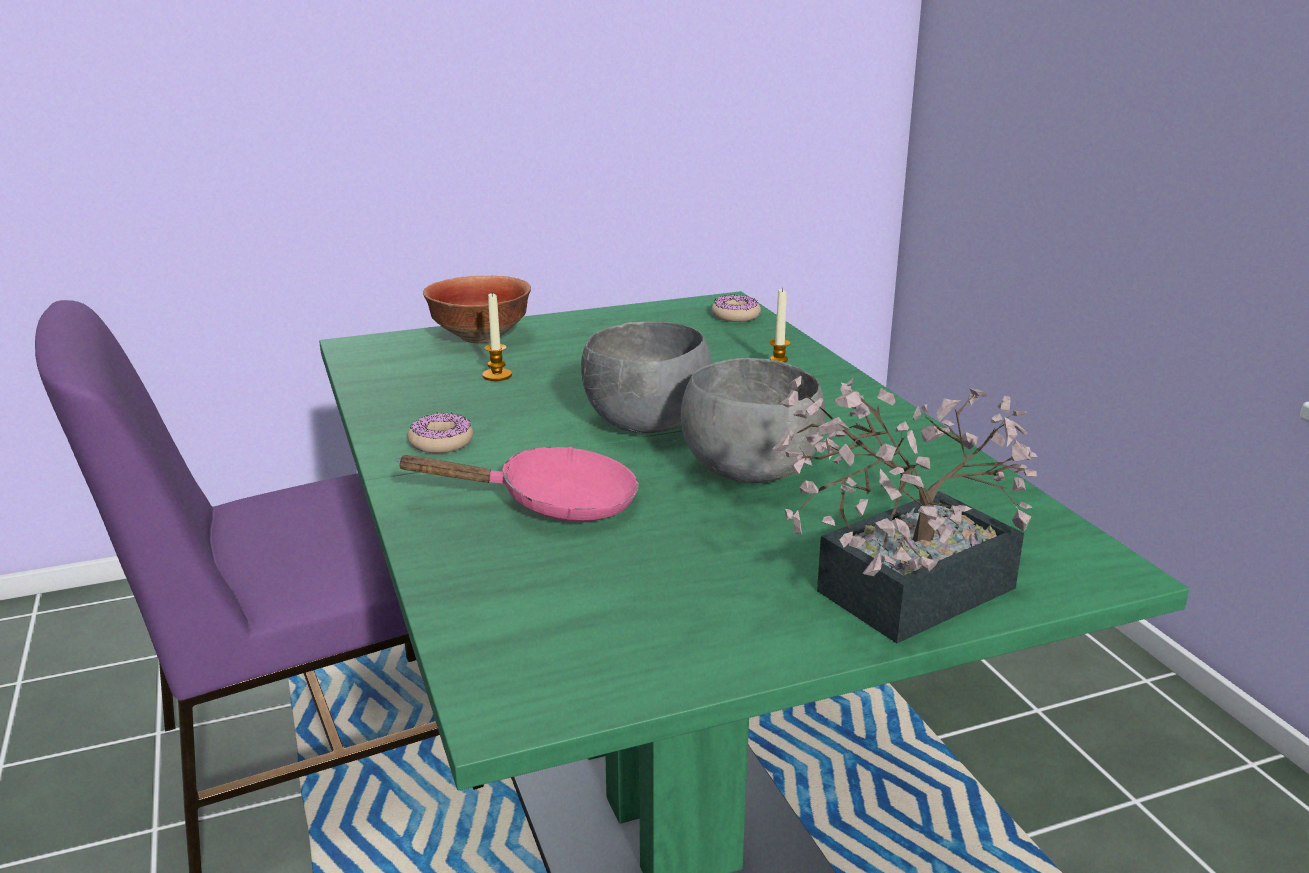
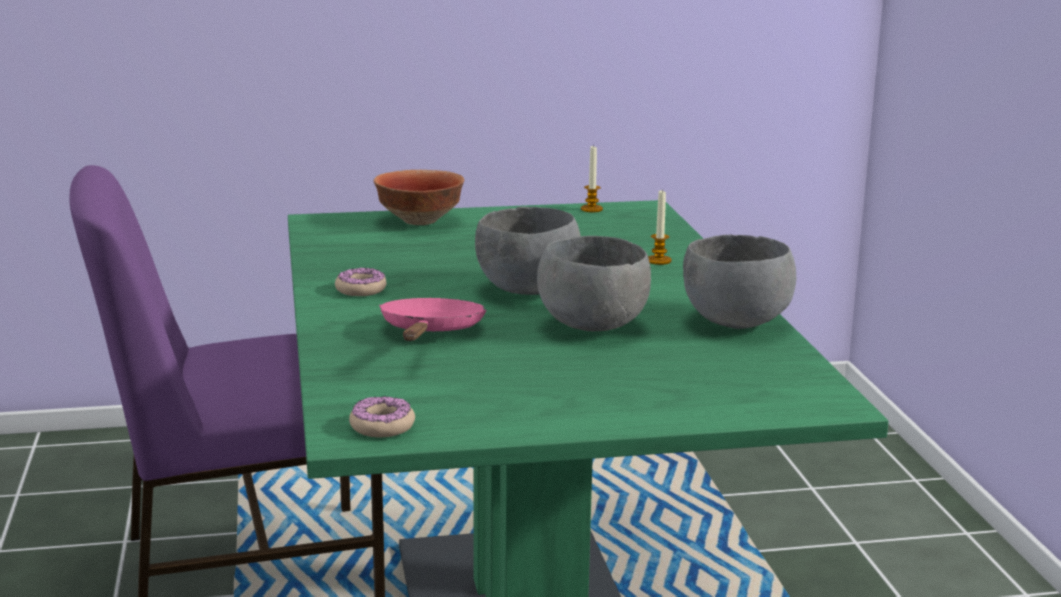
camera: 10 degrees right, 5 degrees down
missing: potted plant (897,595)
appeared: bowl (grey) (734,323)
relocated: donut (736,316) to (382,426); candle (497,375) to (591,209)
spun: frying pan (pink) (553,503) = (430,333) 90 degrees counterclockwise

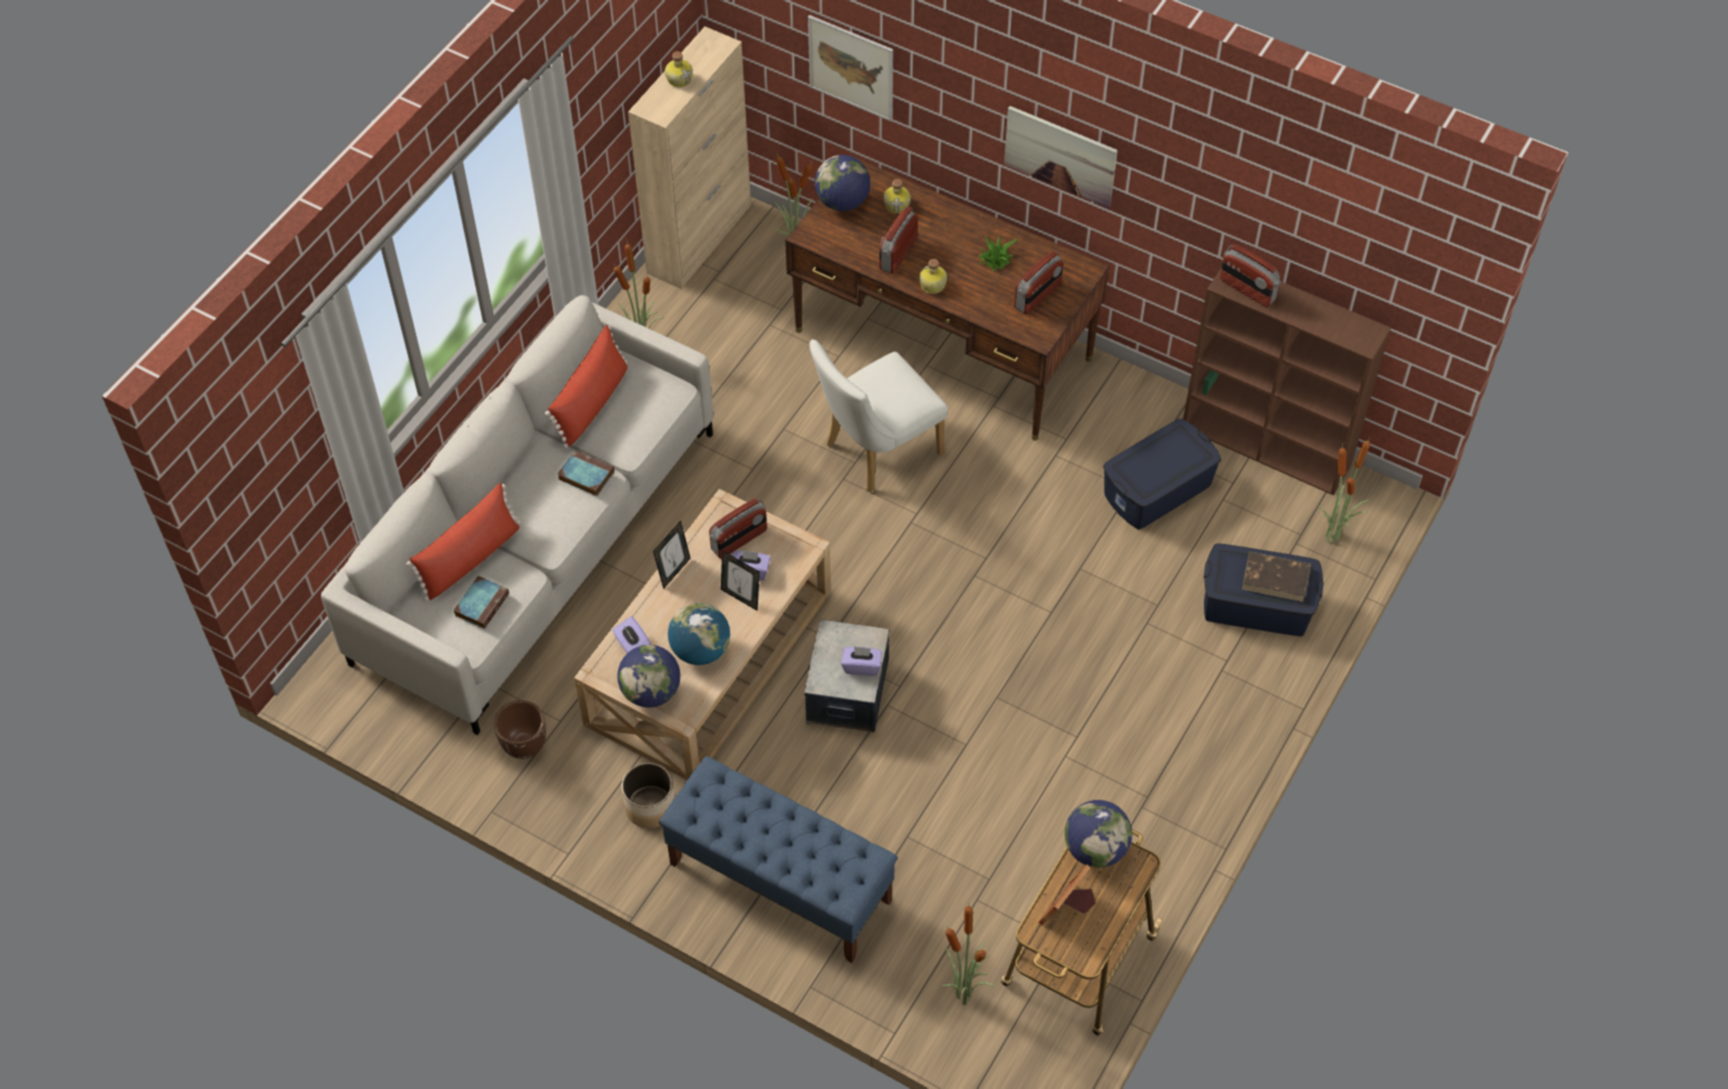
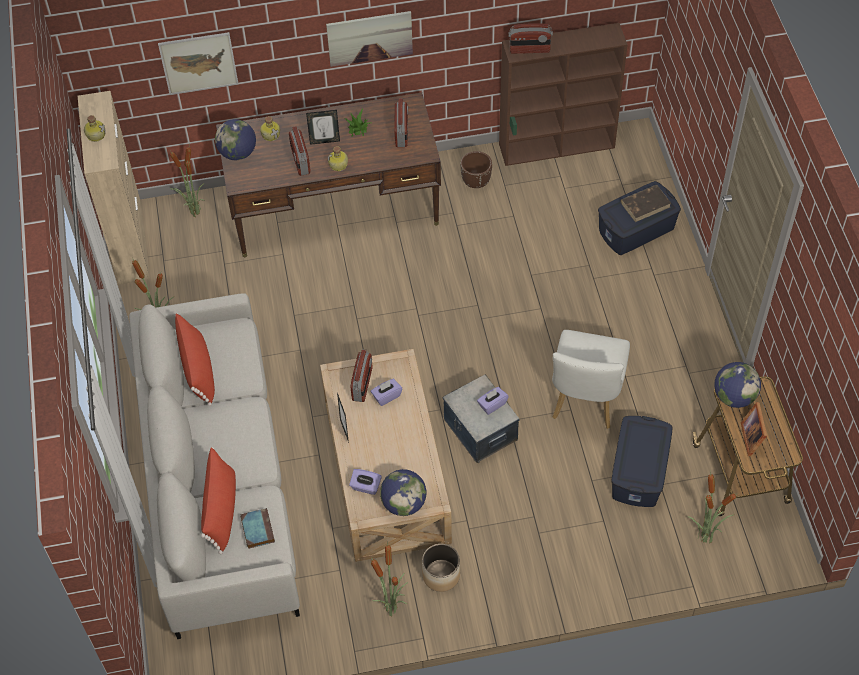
camera: 40 degrees left, 0 degrees up
missing: book (585,475); bench (blue) (779,882); globe (700,650)
relocated: picture frame (741,597) to (324,141); potted plant (1334,536) to (392,608); planter (brown) (525,745) to (476,182); chair (white) (876,452) to (585,401); storage box (blue) (1158,490) to (639,471)

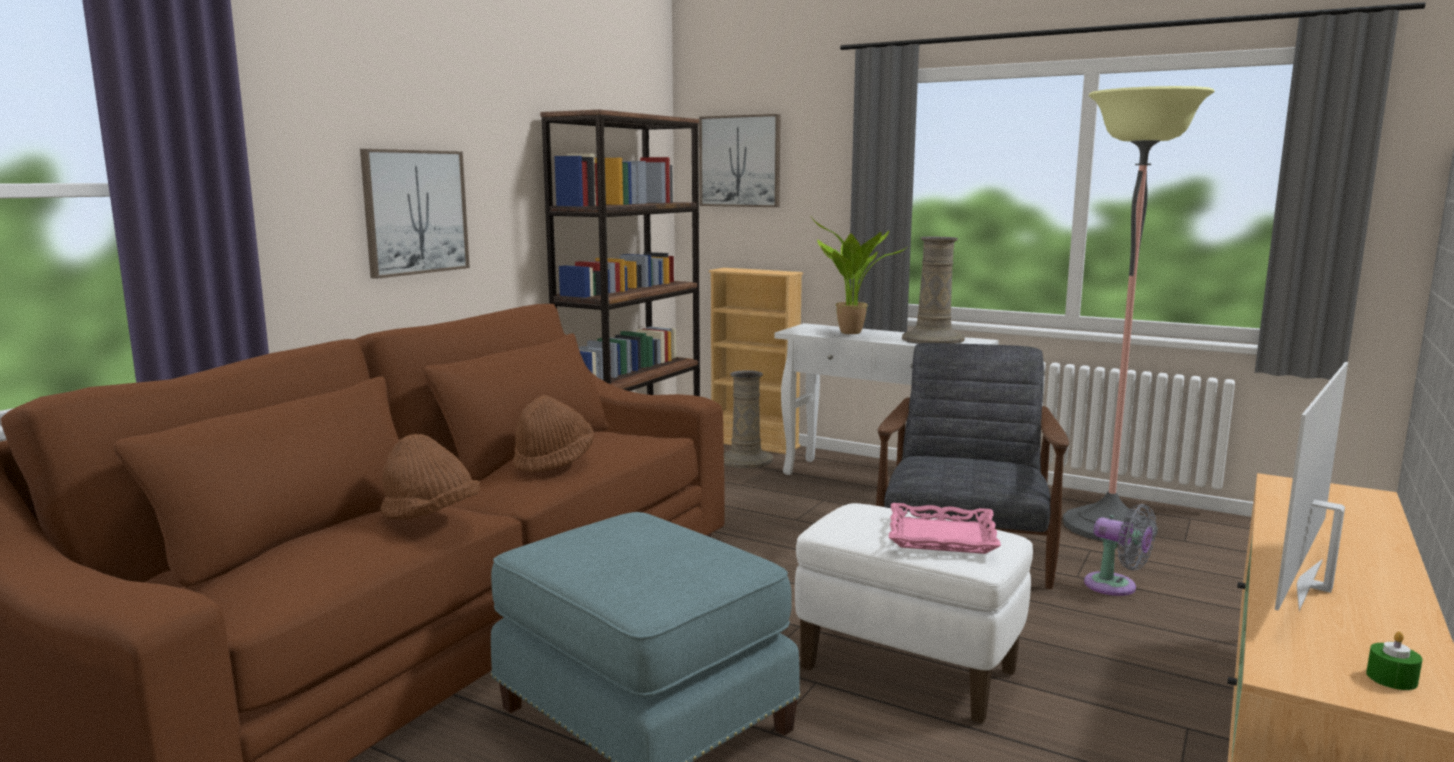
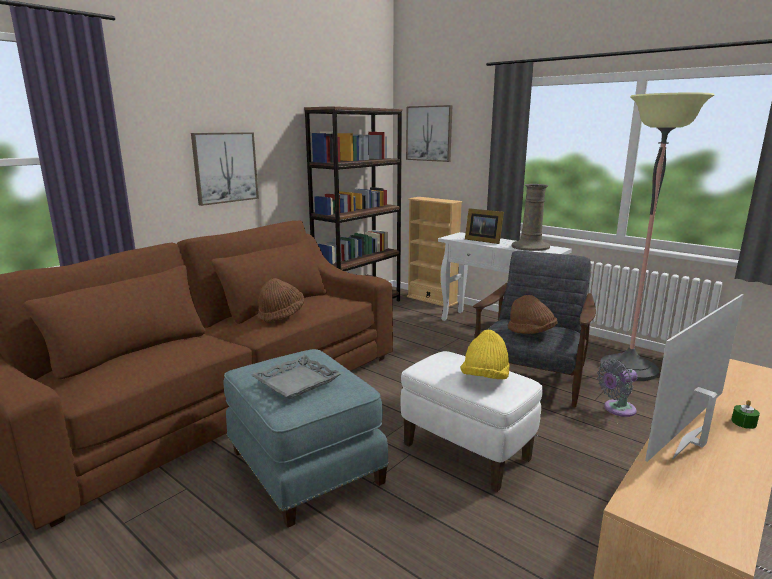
camera: 10 degrees right, 5 degrees up
missing: vase (beige) (745,460)
appeared: tray (grey) (297,382)
relocated: hat (brown) (430,516) to (531,332); candle (green) (1391,678) to (743,422)
exchanged: tray (pink) (942,536) to hat (yellow) (485,378); potted plant (850,333) to picture frame (482,240)
spun: fan (grey) (1115,587) = (617,409) 105 degrees clockwise

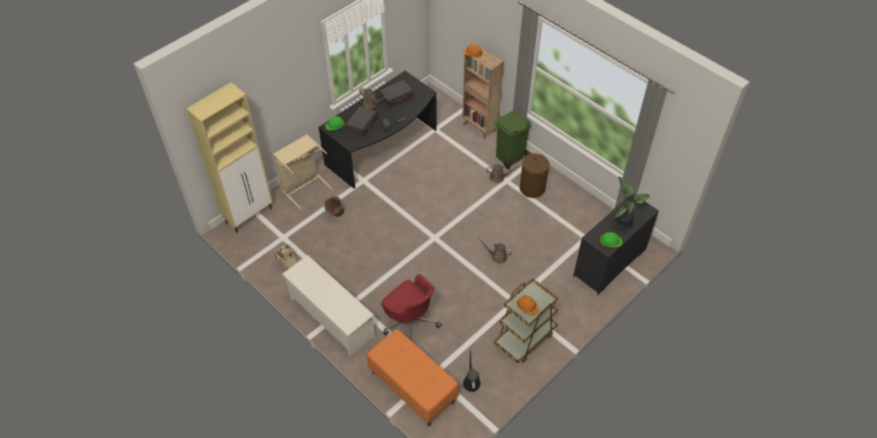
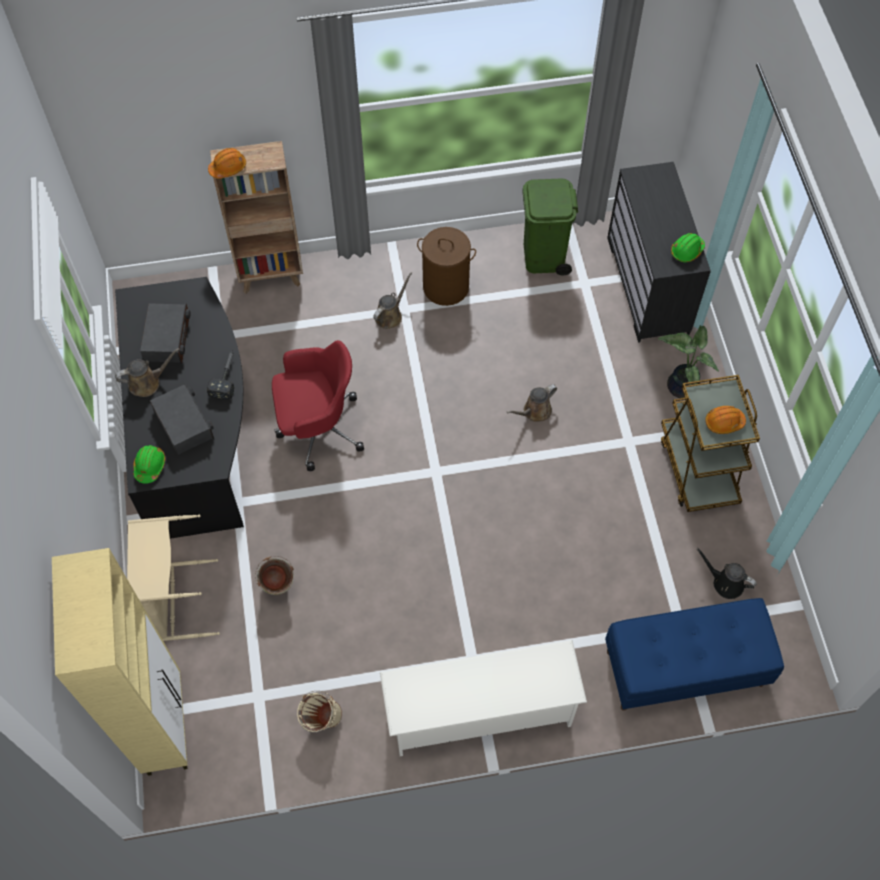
camera: 55 degrees left, 10 degrees up
relocated: office chair (red) (410,322) to (317,427); trash can (green) (510,156) to (544,256); potted plant (622,223) to (681,385)
colour: bench (orange) (412,387) to bench (blue) (684,668)

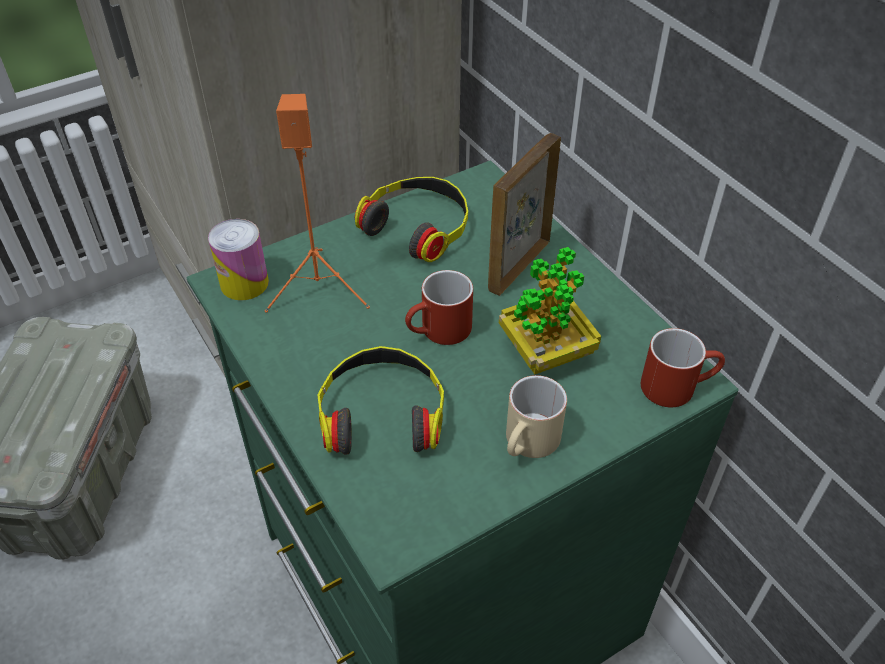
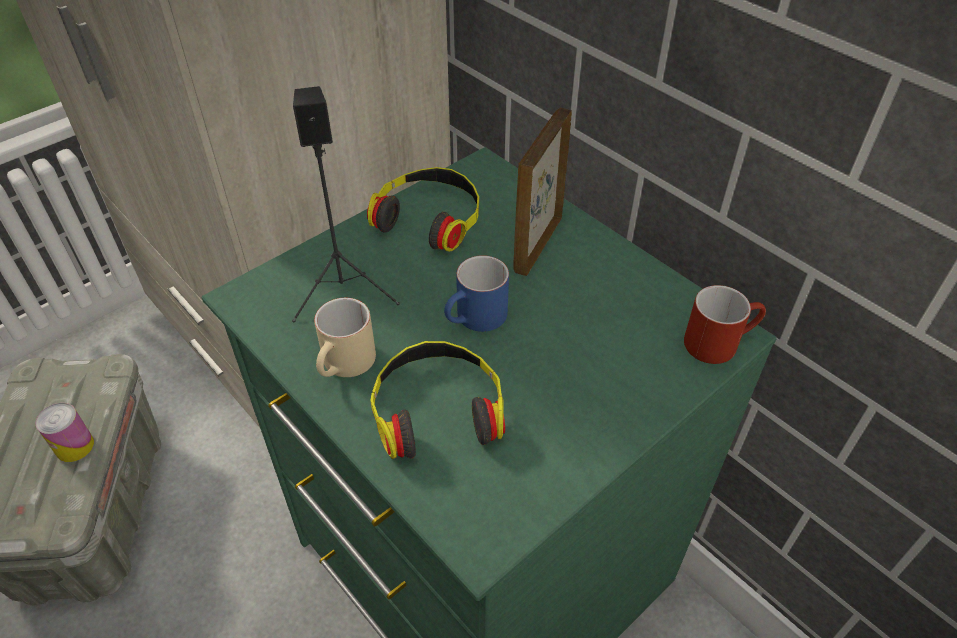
camera: 10 degrees left, 0 degrees up
missing: potted plant (546,351)
relocated: can (244,283) to (75,446); mug (beige) (529,445) to (346,366)
colour: speaker (orange) (320,288) to speaker (black) (344,291); mug (red) (439,332) to mug (blue) (475,320)

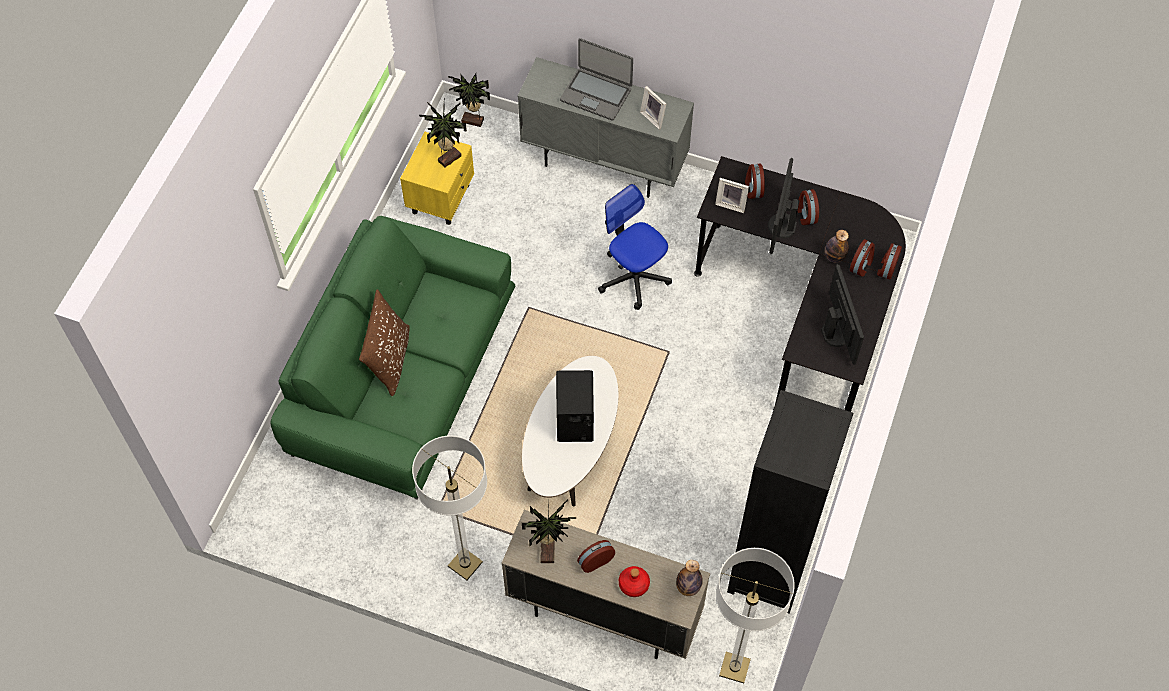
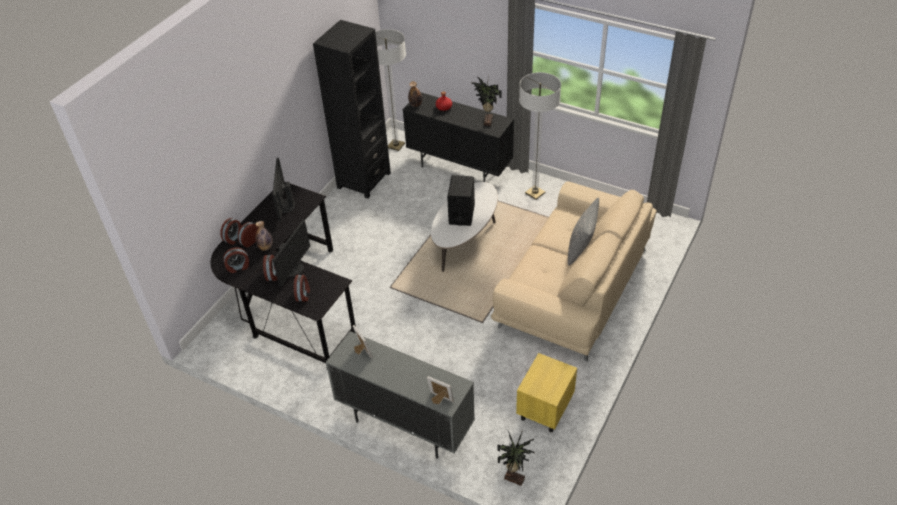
camera: 170 degrees left, 15 degrees down
missing: potted plant (448,158); laptop (596,94); office chair (634,277)
relocated: alarm clock (595,560) to (238,267); picture frame (731,203) to (440,400)
colour: cabinet (beige) (603,614) to cabinet (black) (459,169); sofa (green) (403,377) to sofa (beige) (573,287); pillow (brown) (389,359) to pillow (grey) (581,248)

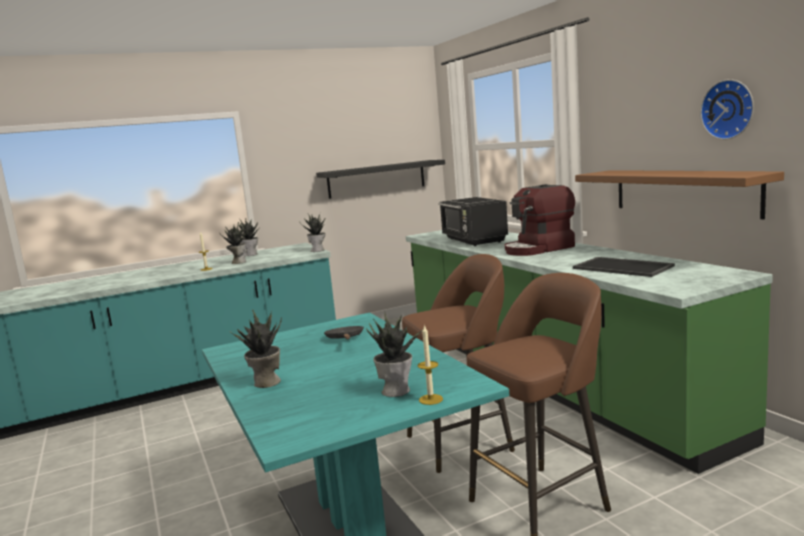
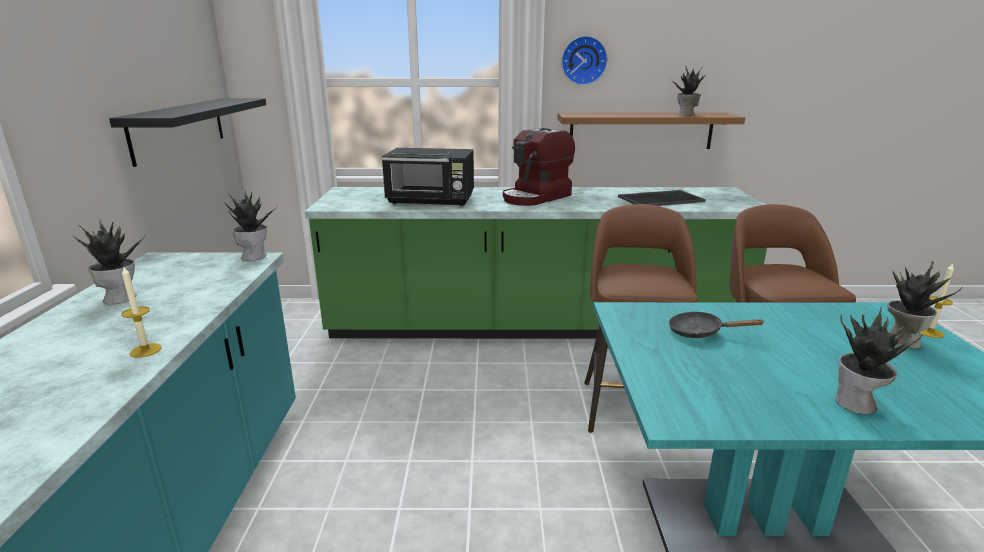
camera: 65 degrees left, 10 degrees up
relocated: wall clock (729,109) to (583,60); potted plant (238,262) to (686,115)
spun: coffee machine (539,249) = (536,197) 45 degrees clockwise

